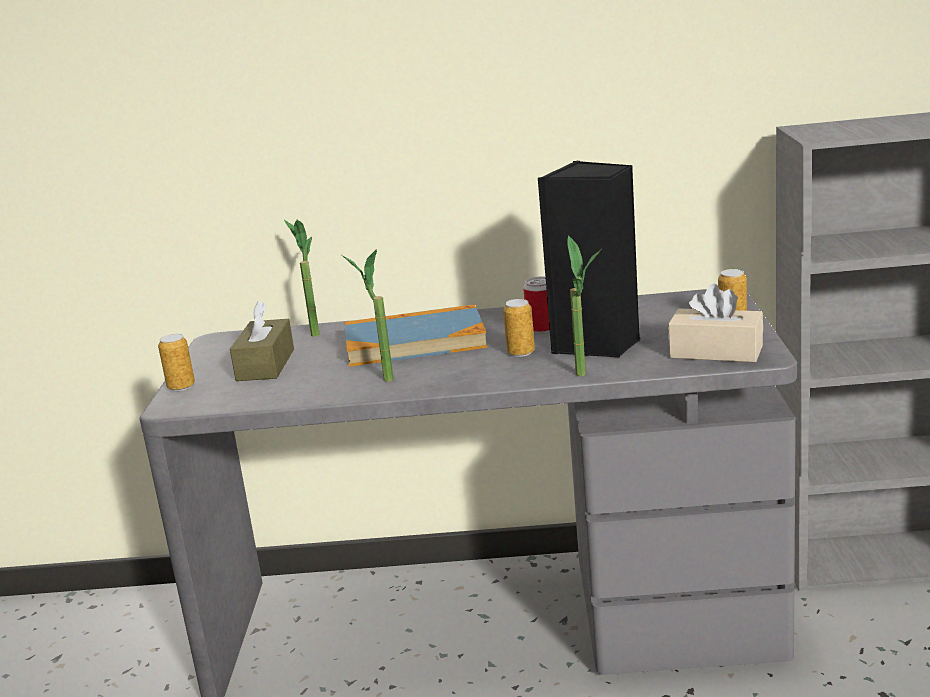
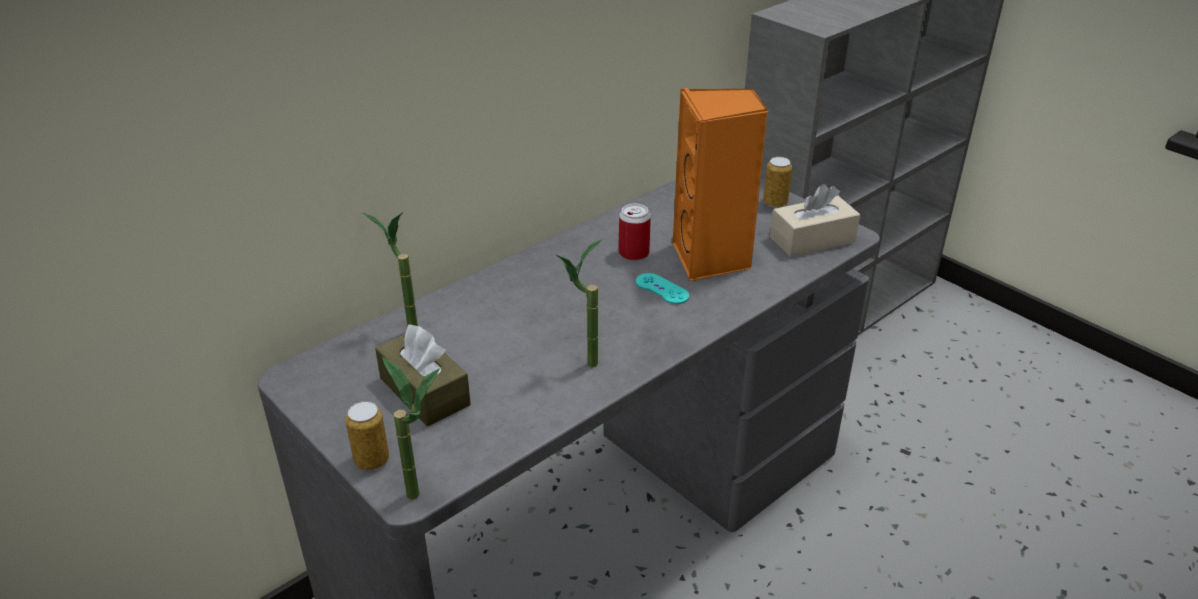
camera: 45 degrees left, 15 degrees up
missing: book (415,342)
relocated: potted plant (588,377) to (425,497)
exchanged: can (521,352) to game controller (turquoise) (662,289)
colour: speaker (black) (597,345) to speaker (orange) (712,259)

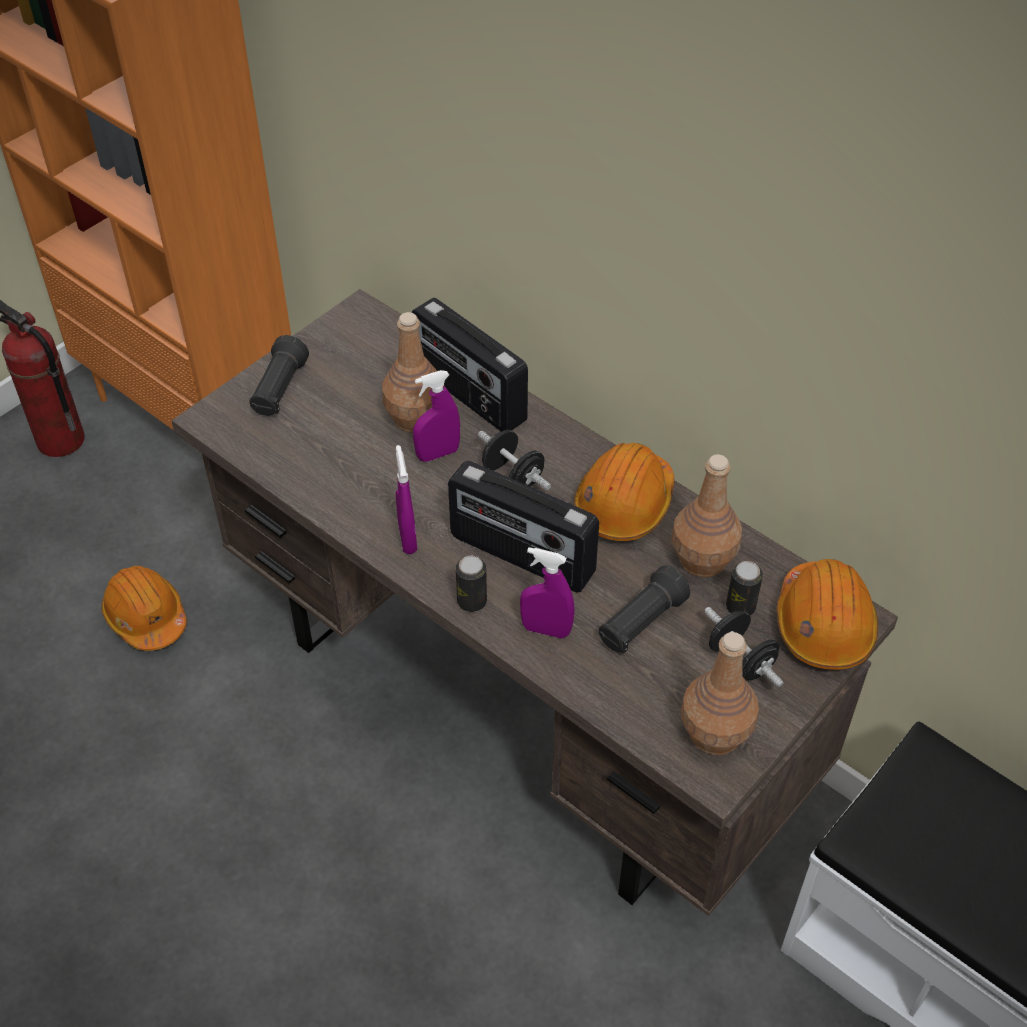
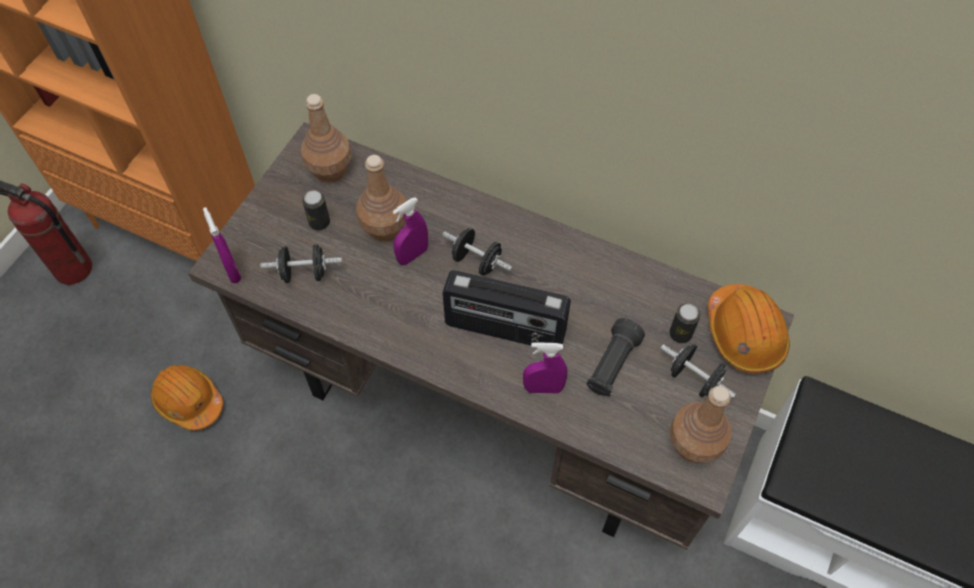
camera: 15 degrees left, 10 degrees up
missing: flashlight (black) (279,390); radio (469,395); hard hat (orange) (624,504)
appeared: dumbbell (black) (304,273)
relocated: spray bottle (purple) (407,538) to (232,270); bottle (brown) (702,558) to (329,169); can (472,601) to (319,222)

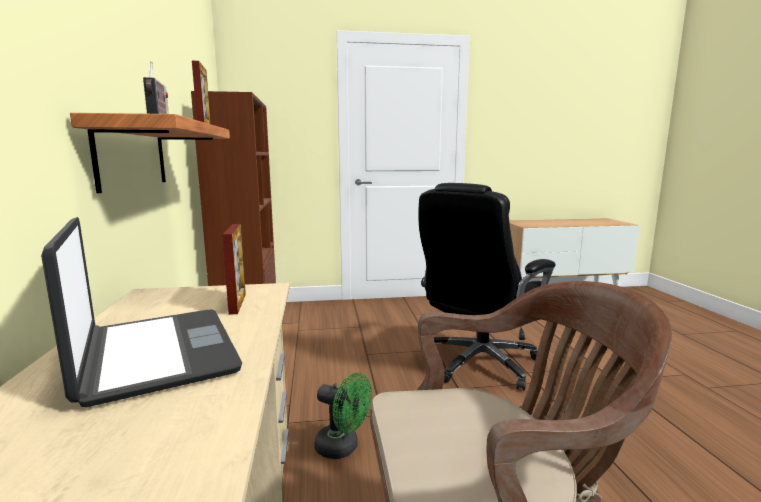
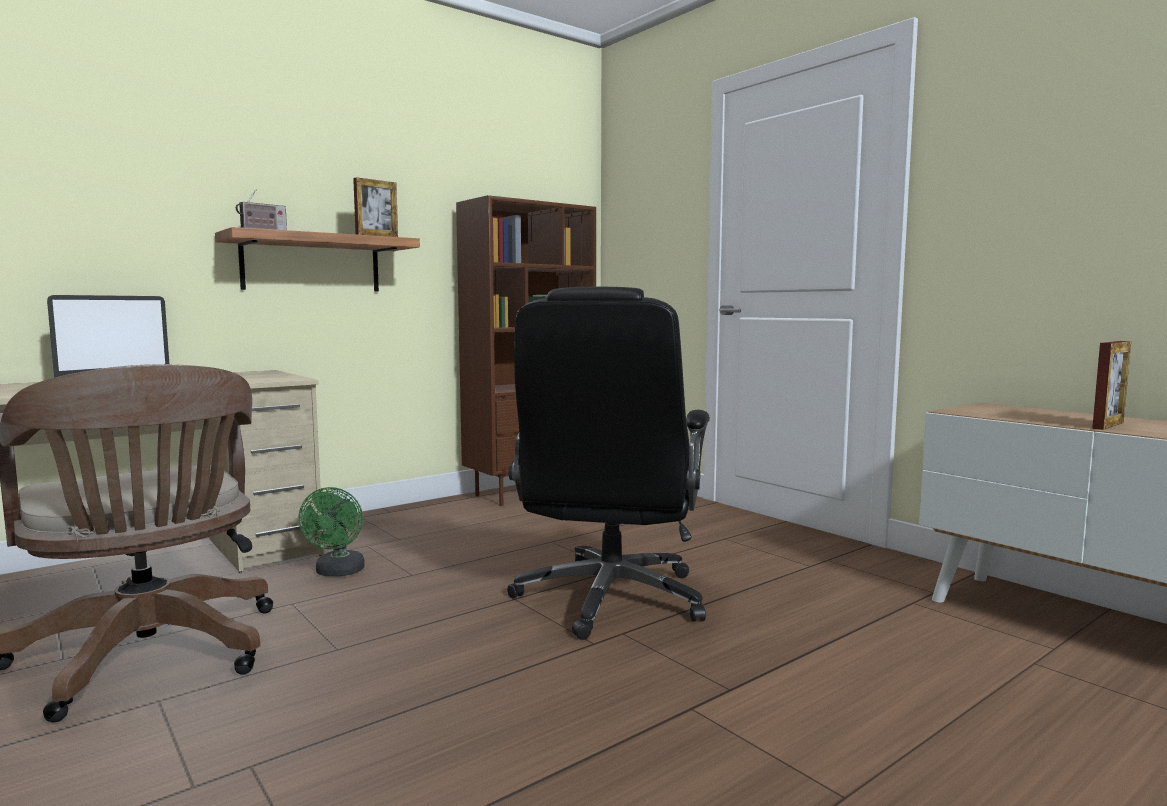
camera: 60 degrees right, 5 degrees down
relocated: picture frame (237,303) to (1108,425)
spun: office chair (black) (479,363) = (609,599) 90 degrees counterclockwise

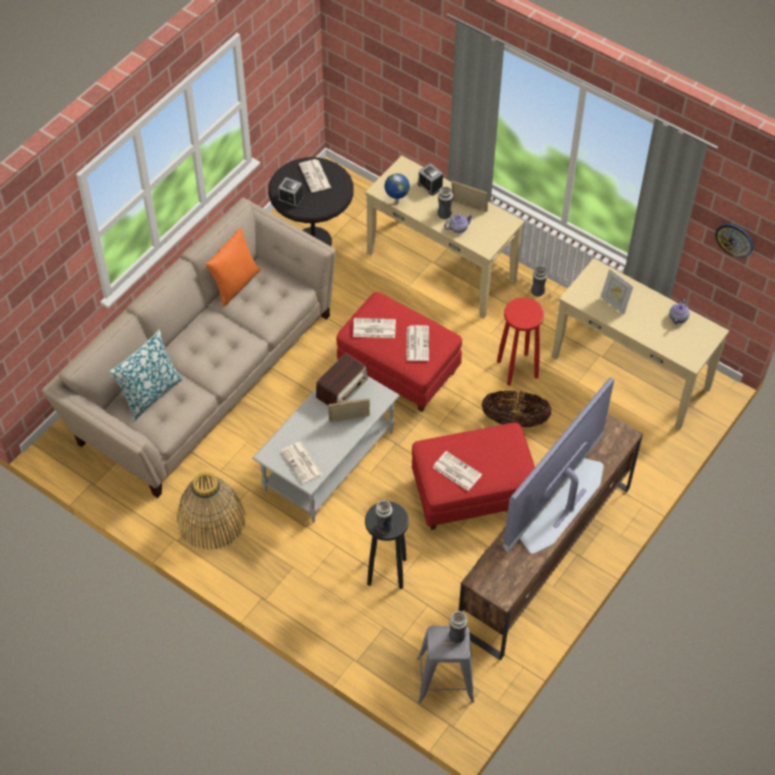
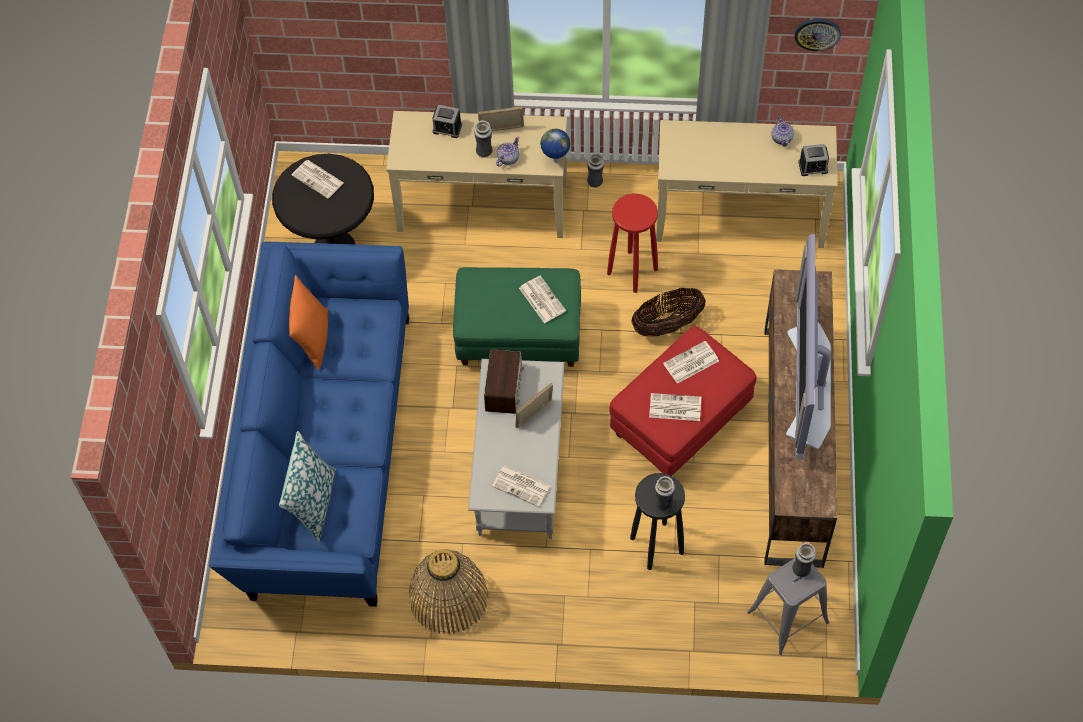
camera: 30 degrees left, 5 degrees up
missing: picture frame (614,304)
relocated: globe (396,202) to (555,161); newspaper (373,328) to (690,363); alarm clock (290,199) to (813,167)
colour: sofa (beige) (202,374) to sofa (blue) (324,452); ottoman (red) (399,369) to ottoman (green) (519,335)

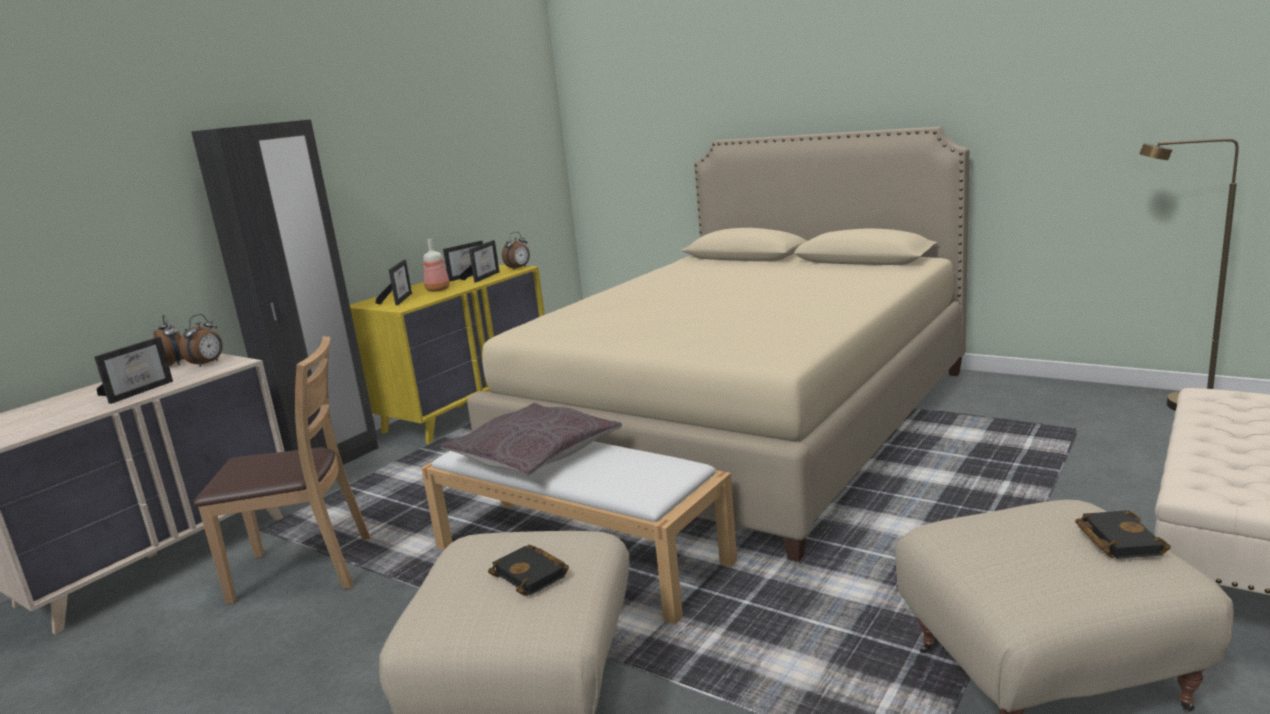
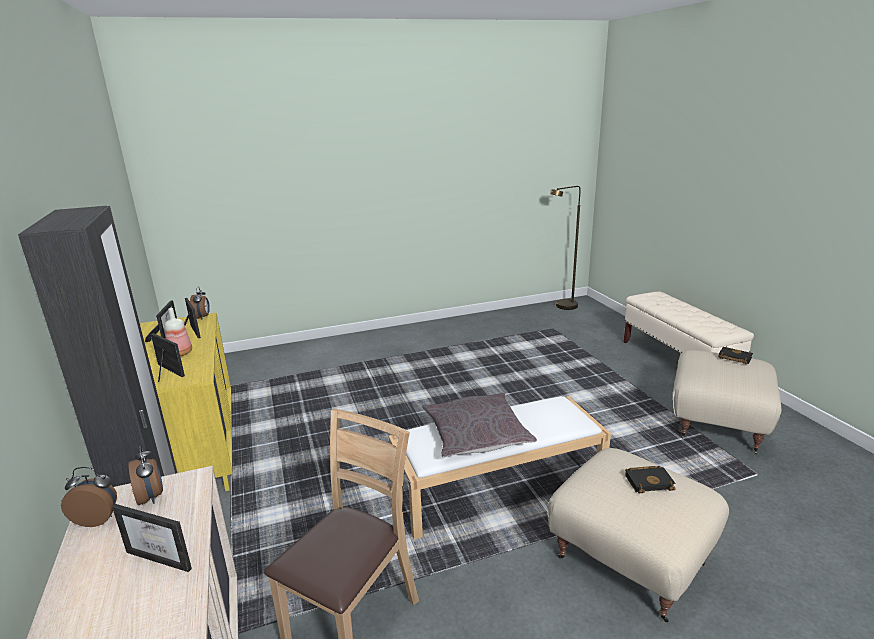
camera: 55 degrees left, 5 degrees up
missing: bed (beige) (745,424)
spun: picture frame (139,391) = (166,555) 135 degrees clockwise

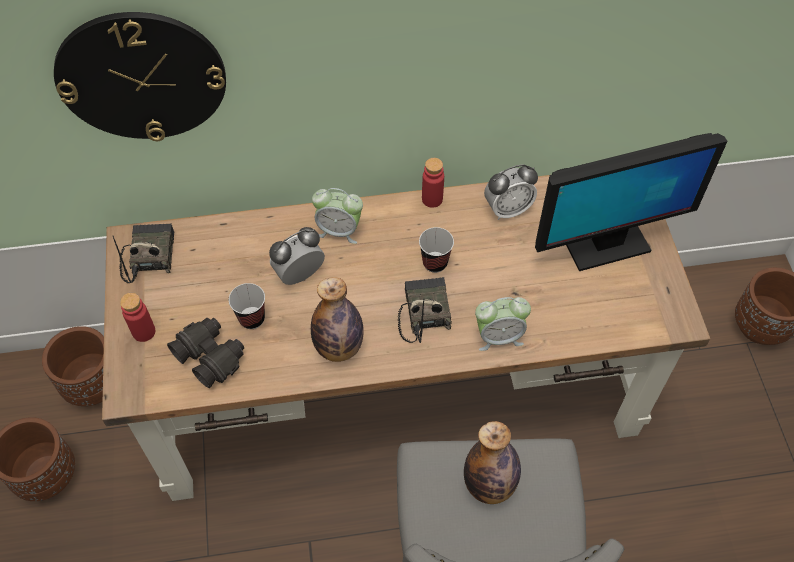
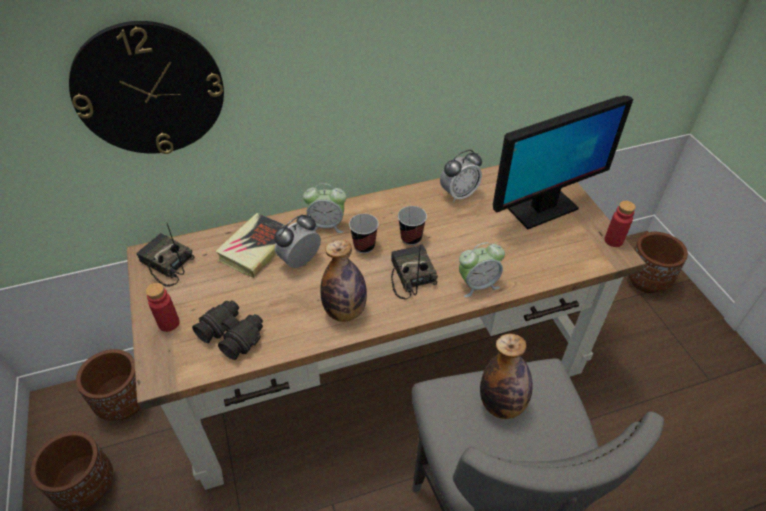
camera: 10 degrees left, 10 degrees down
appeared: book (256,248)
relocated: cup (252,319) to (364,246); bottle (red) (432,199) to (613,240)
spun: radio (148,256) = (166,264) 45 degrees counterclockwise

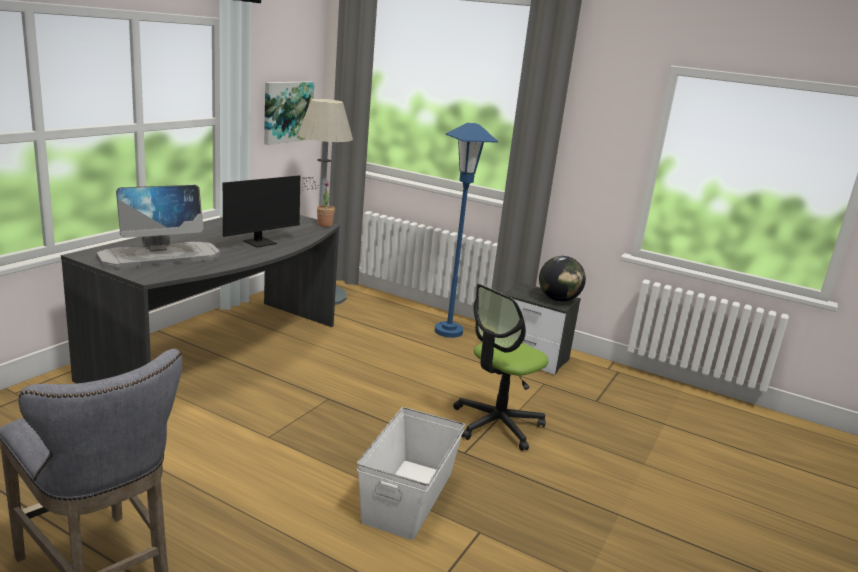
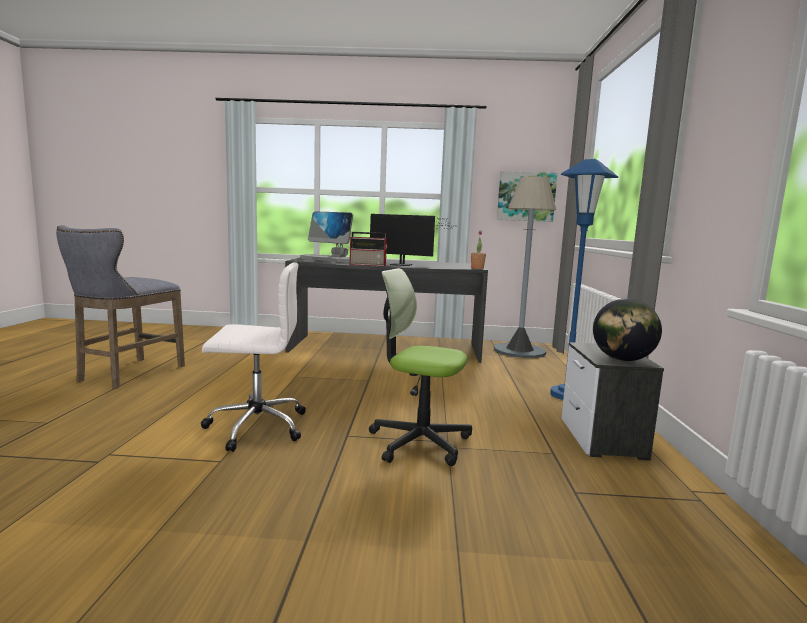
camera: 65 degrees right, 10 degrees down
appeared: radio (368,265)
exchanged: storage box (white) (409,496) to office chair (white) (255,426)

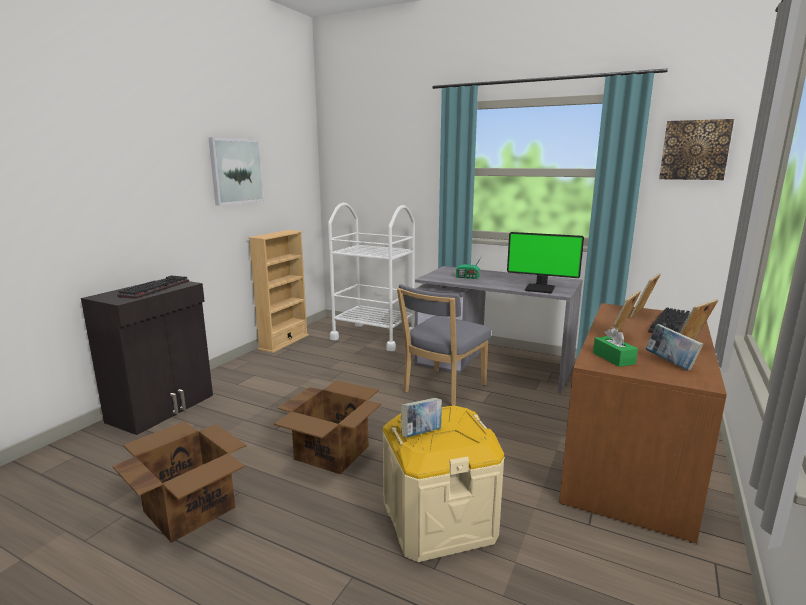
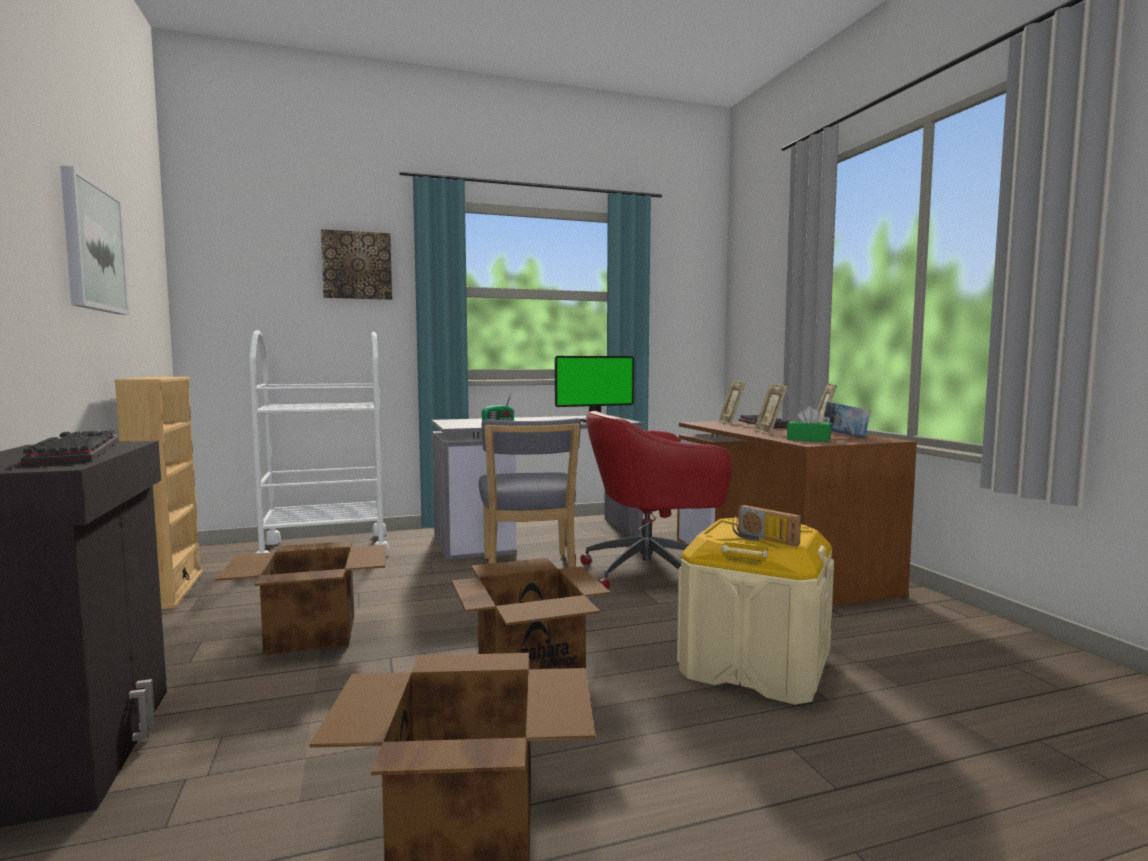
camera: 45 degrees left, 10 degrees down
appeared: cardboard box (310,633); office chair (red) (651,572)
relocated: picture (694,150) to (357,265)
exchanged: book (421,434) to radio (762,539)

